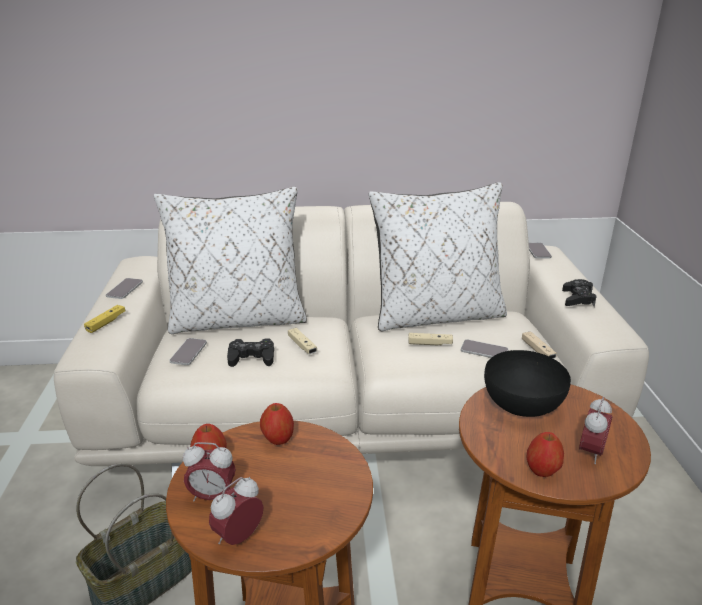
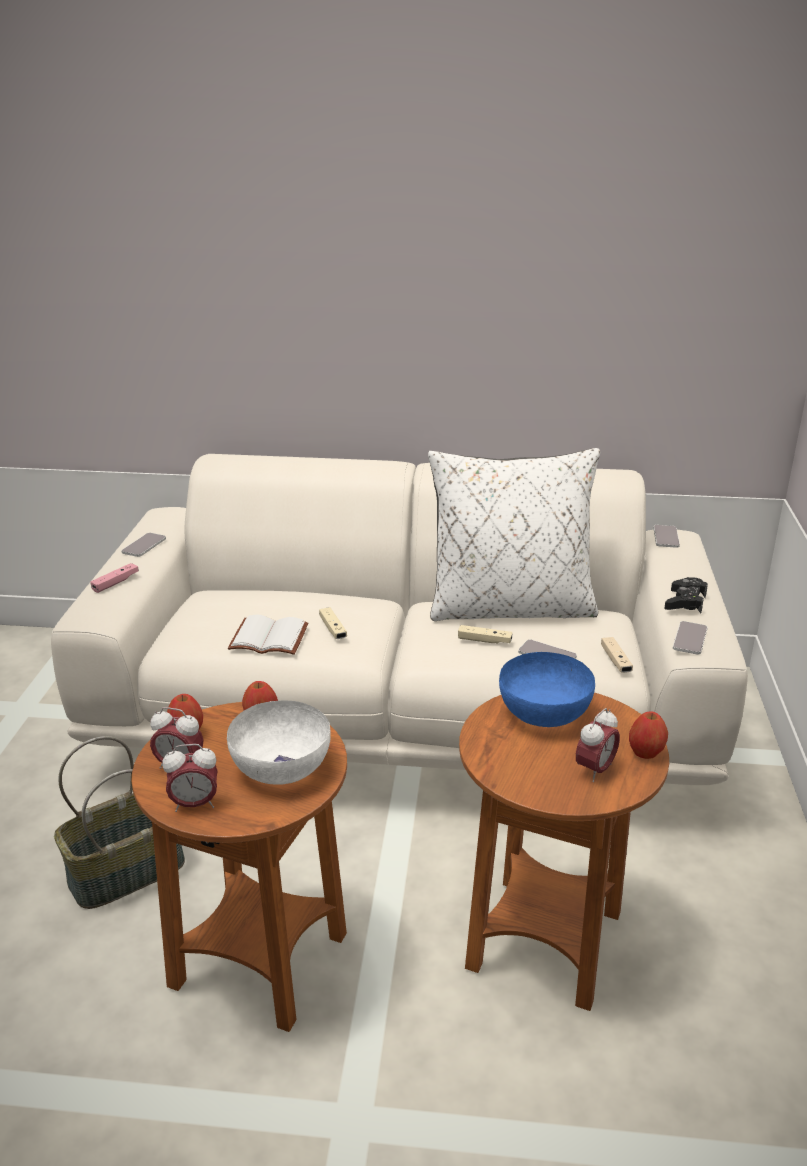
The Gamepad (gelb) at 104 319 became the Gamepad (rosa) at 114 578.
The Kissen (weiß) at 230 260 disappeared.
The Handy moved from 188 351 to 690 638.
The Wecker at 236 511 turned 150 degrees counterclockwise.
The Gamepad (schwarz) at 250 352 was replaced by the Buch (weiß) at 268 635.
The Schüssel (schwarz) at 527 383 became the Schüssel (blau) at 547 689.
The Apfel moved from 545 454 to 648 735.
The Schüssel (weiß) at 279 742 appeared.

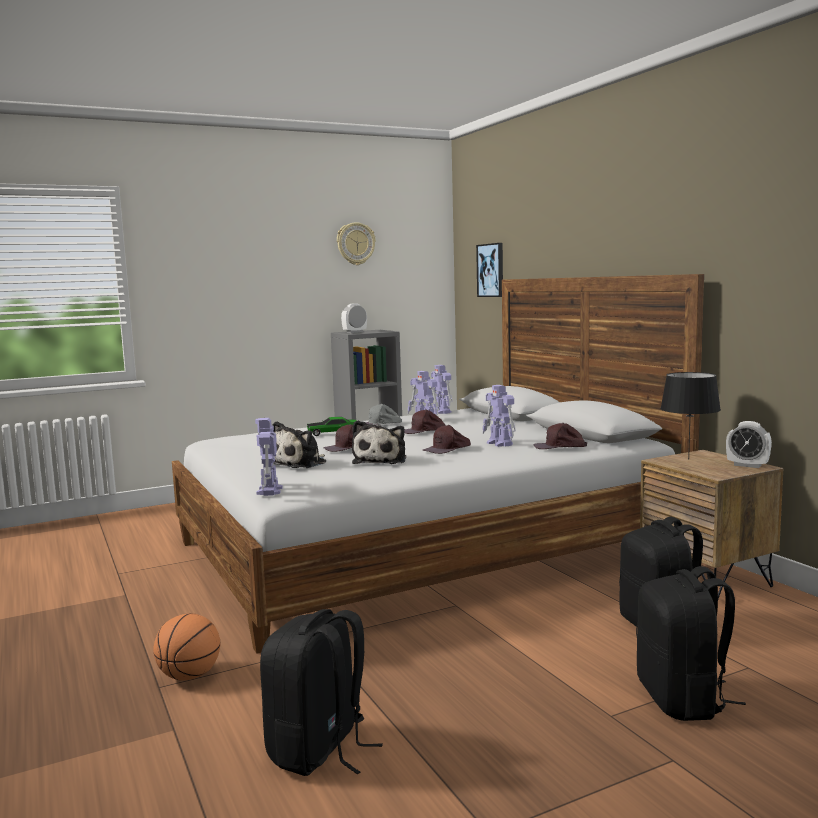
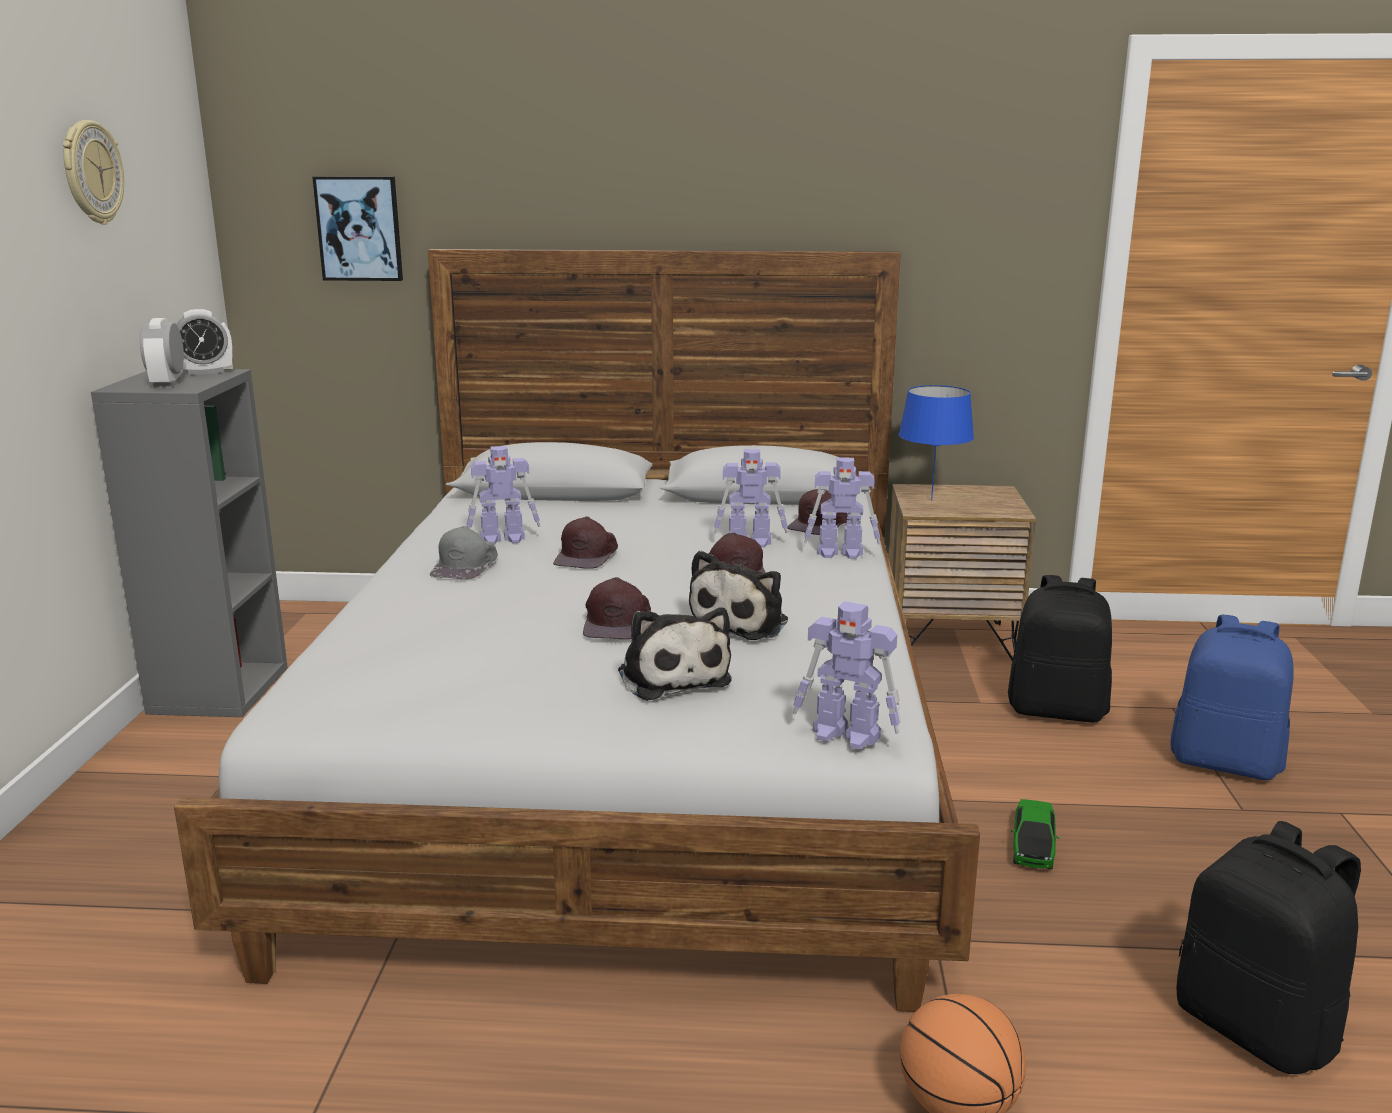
The Spielzeugauto moved from 331 426 to 1035 834.
The Plüschtier at 379 442 turned 75 degrees clockwise.
The Spielzeugroboter moved from 440 389 to 842 508.
The Rucksack (schwarz) at 691 643 became the Rucksack (blau) at 1232 697.
The Tischlampe (schwarz) at 690 416 became the Tischlampe (blau) at 936 443.
The Wecker moved from 749 444 to 204 342.

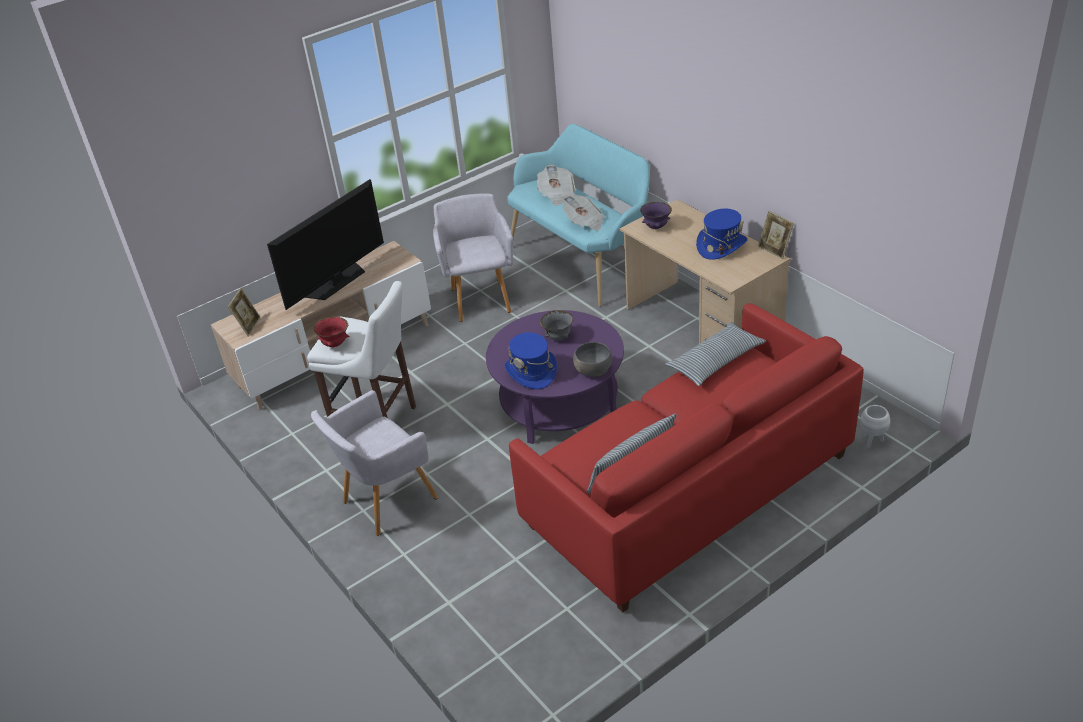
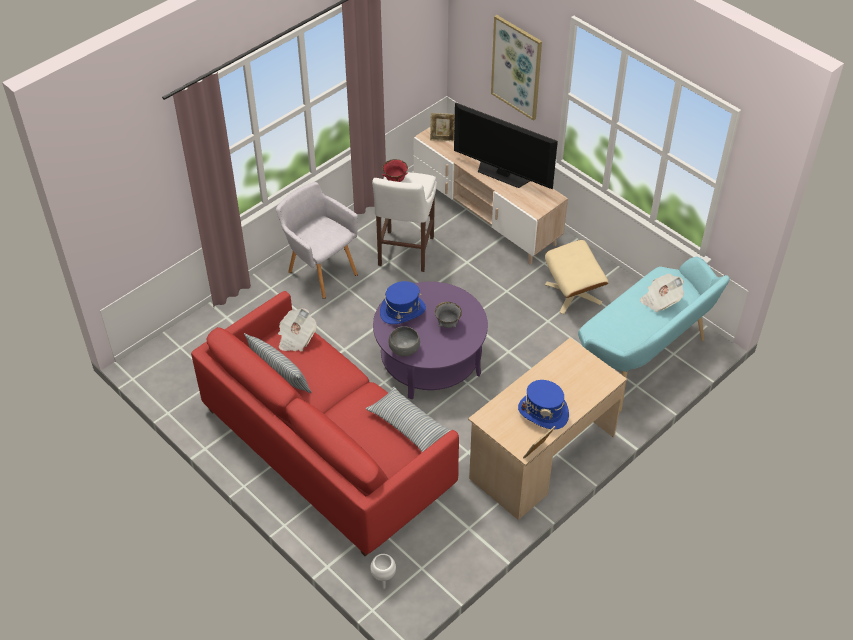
The Sessel (grau) at 473 258 was replaced by the Polsterhocker (beige) at 576 277.
The Zeitung moved from 584 213 to 297 330.
The Schüssel (lila) at 656 215 disappeared.
The Bild at 516 68 appeared.

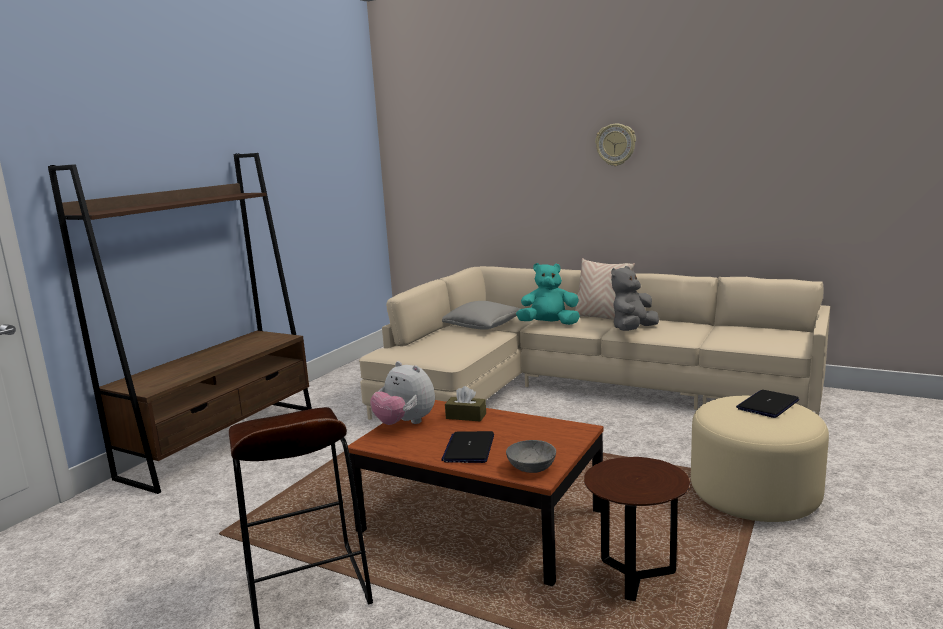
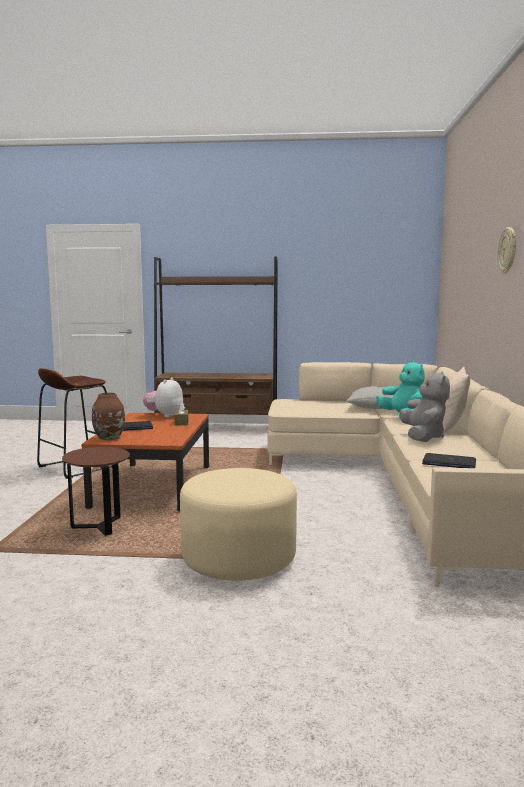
The Schüssel (grau) at 531 456 was replaced by the Vase (braun) at 108 417.
The Plüschtier (grau) at 635 298 turned 75 degrees clockwise.
The Laptop moved from 767 404 to 449 460.

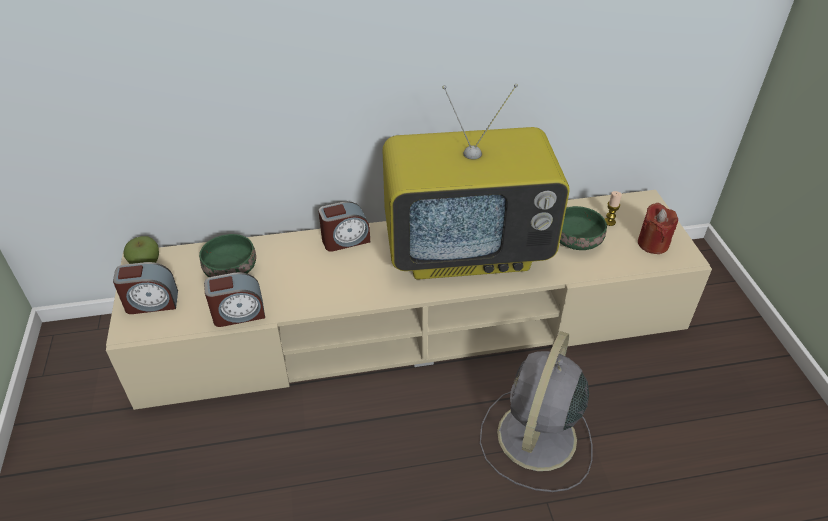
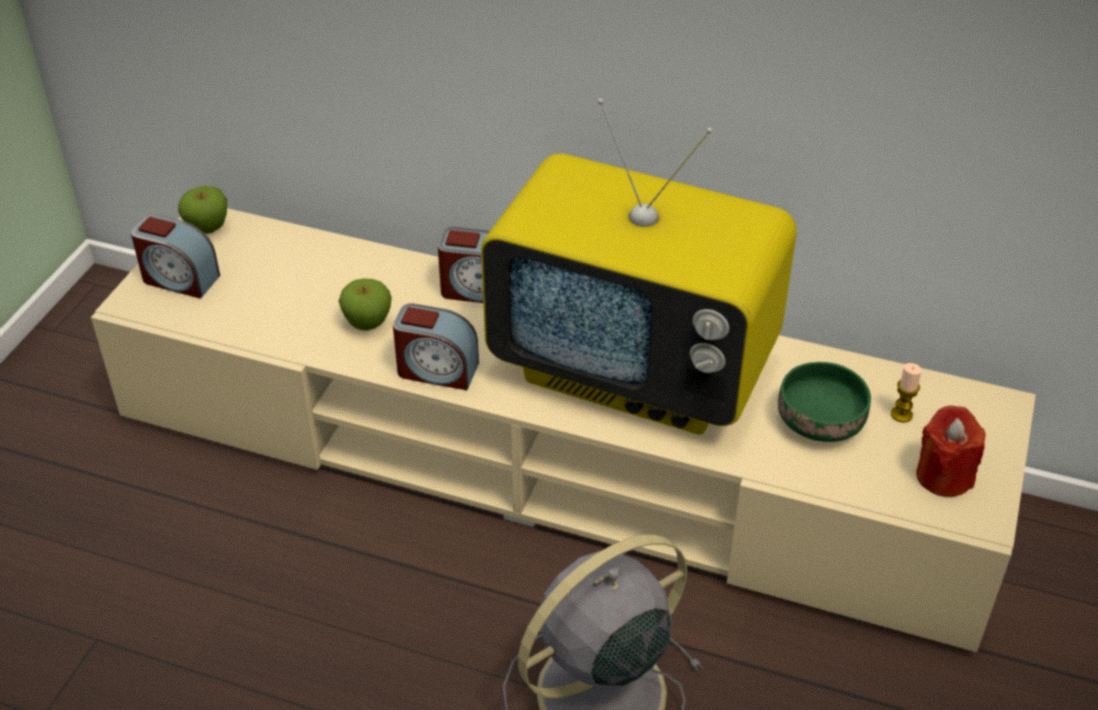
The Schüssel (grün) at 227 255 disappeared.
The Wecker moved from 234 299 to 436 346.
The Apfel at 365 304 appeared.

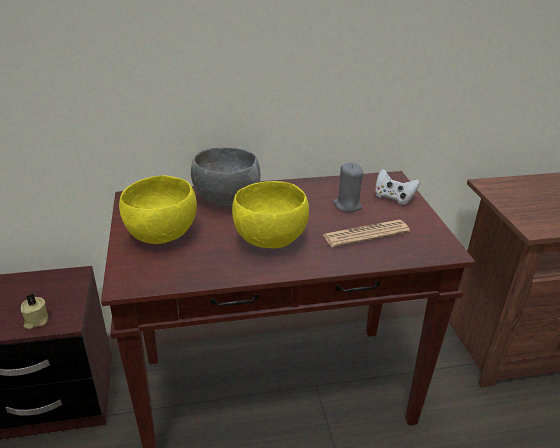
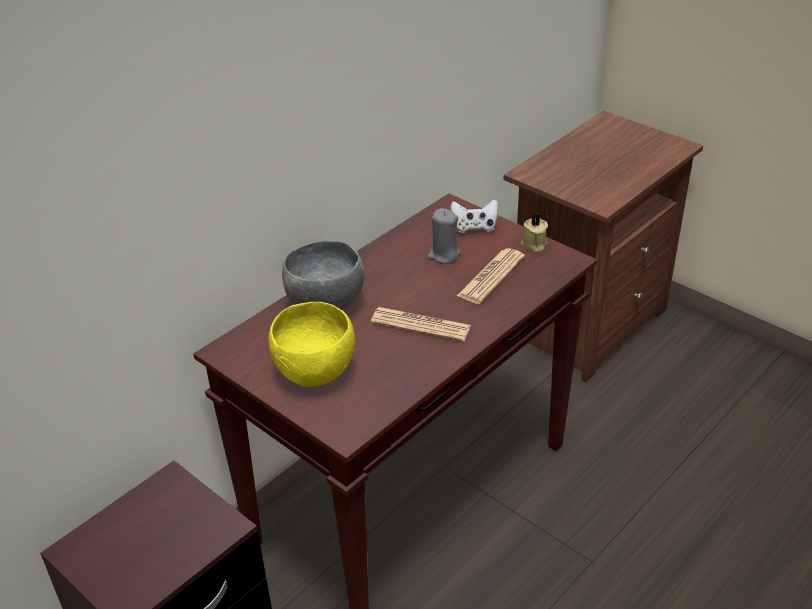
The Kerze (beige) moved from 34 311 to 534 232.
The Schüssel (gelb) at 270 215 was replaced by the Zeitung at 421 324.

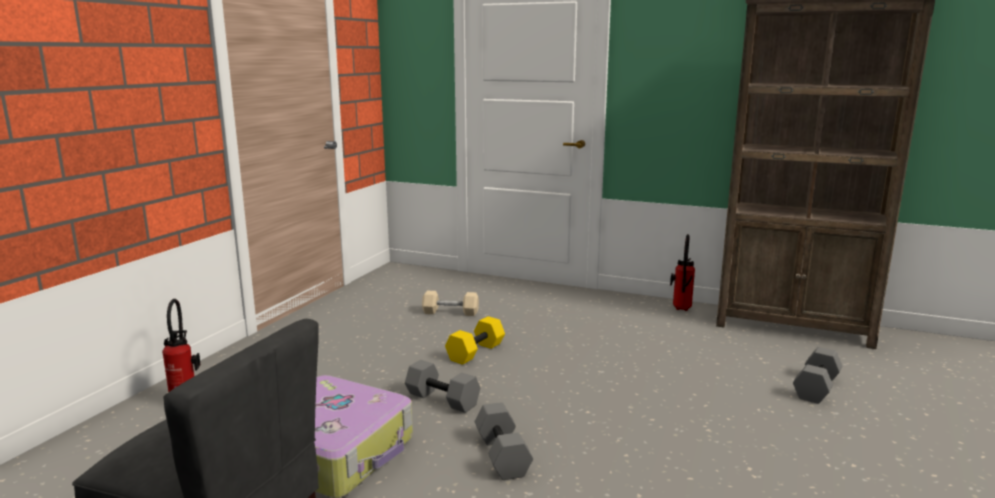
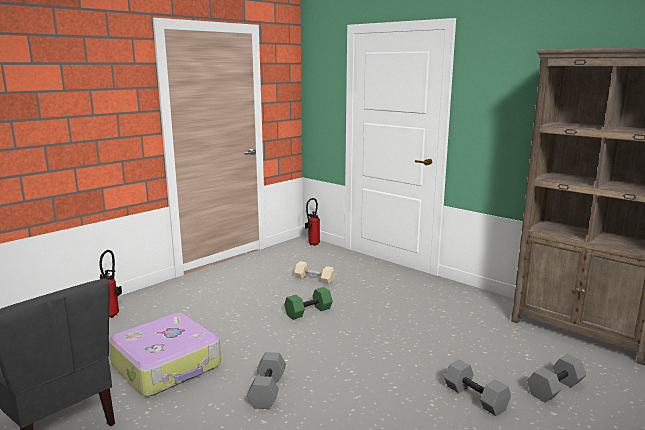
The Hantel (grau) moved from 442 386 to 477 388.
The Hantel (gelb) at 475 340 became the Hantel (grün) at 308 303.
The Feuerlöscher moved from 682 272 to 312 222.

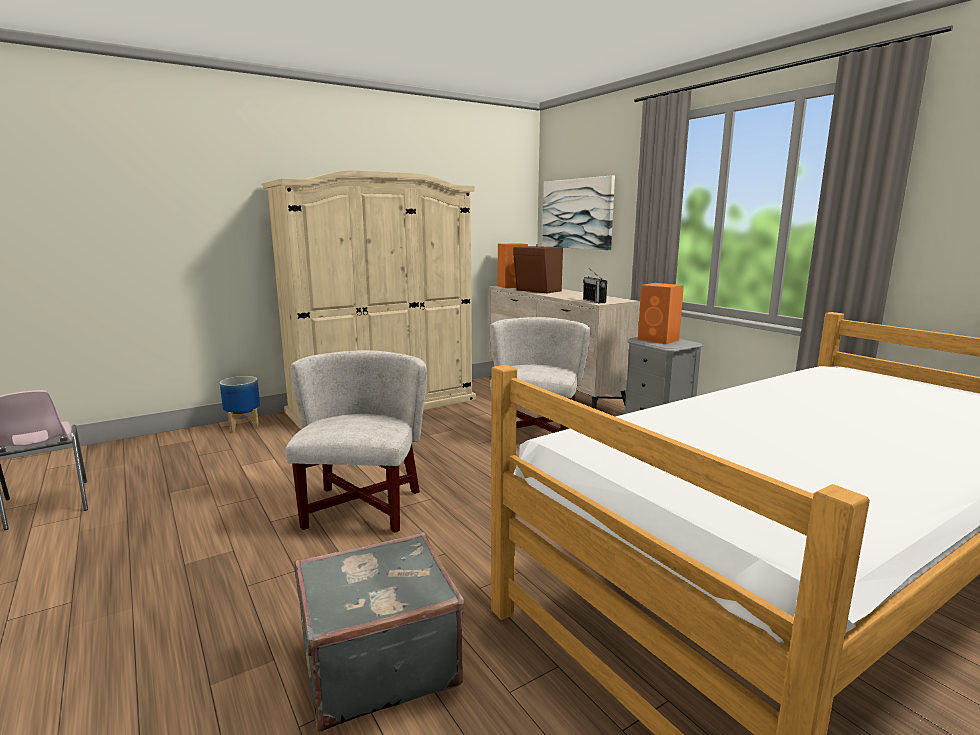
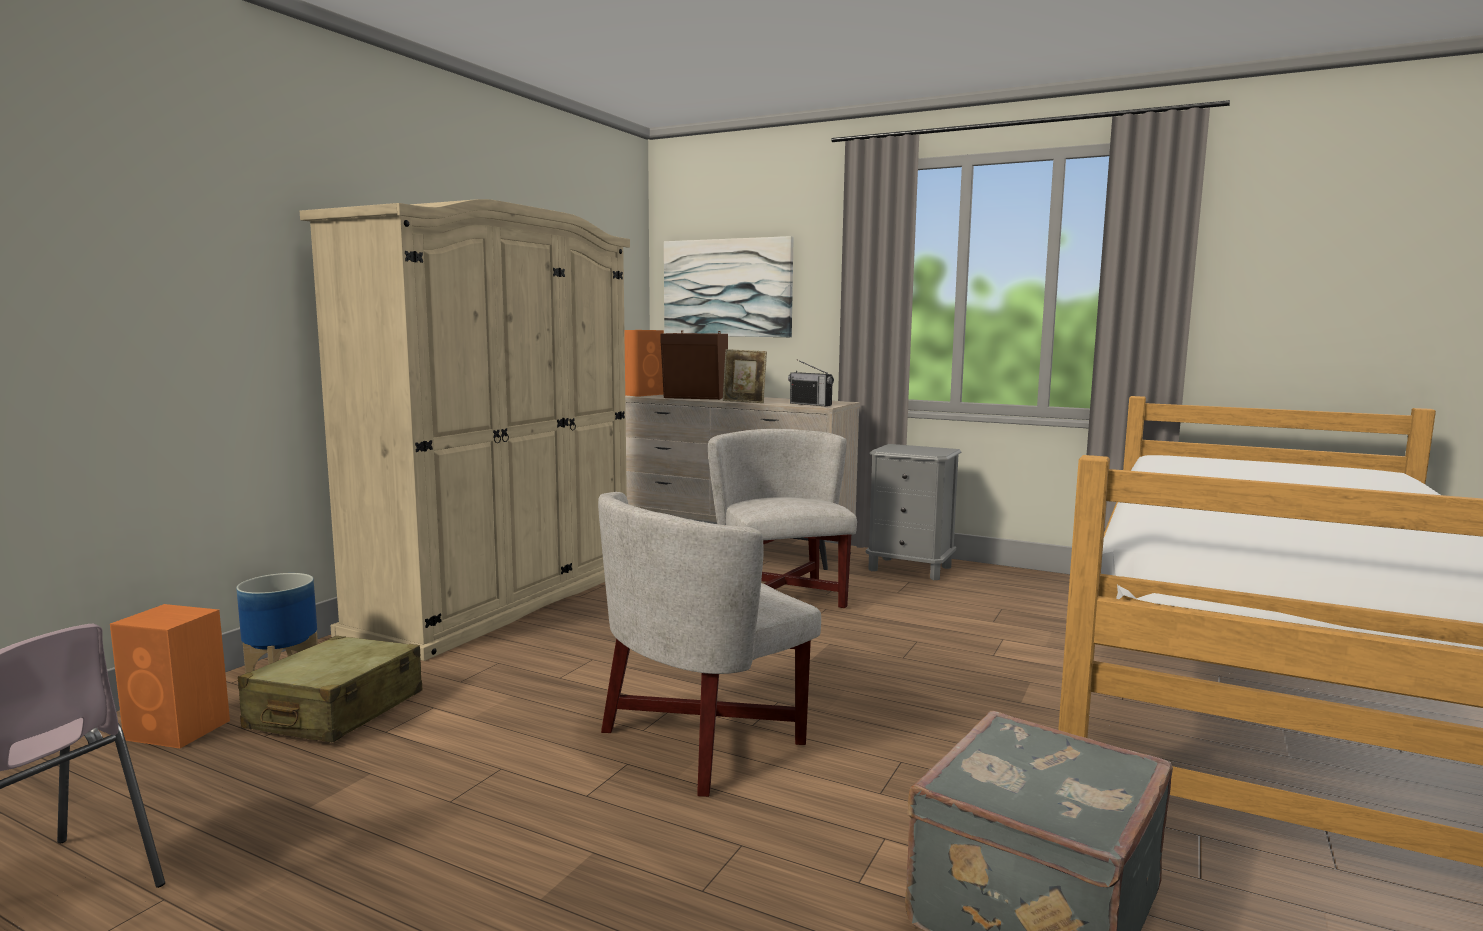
The Sessel (weiß) at 356 441 turned 105 degrees counterclockwise.
The Lautsprecher (orange) moved from 661 313 to 170 676.
The Koffer (beige) at 330 689 appeared.
The Bilderrahmen at 745 376 appeared.

